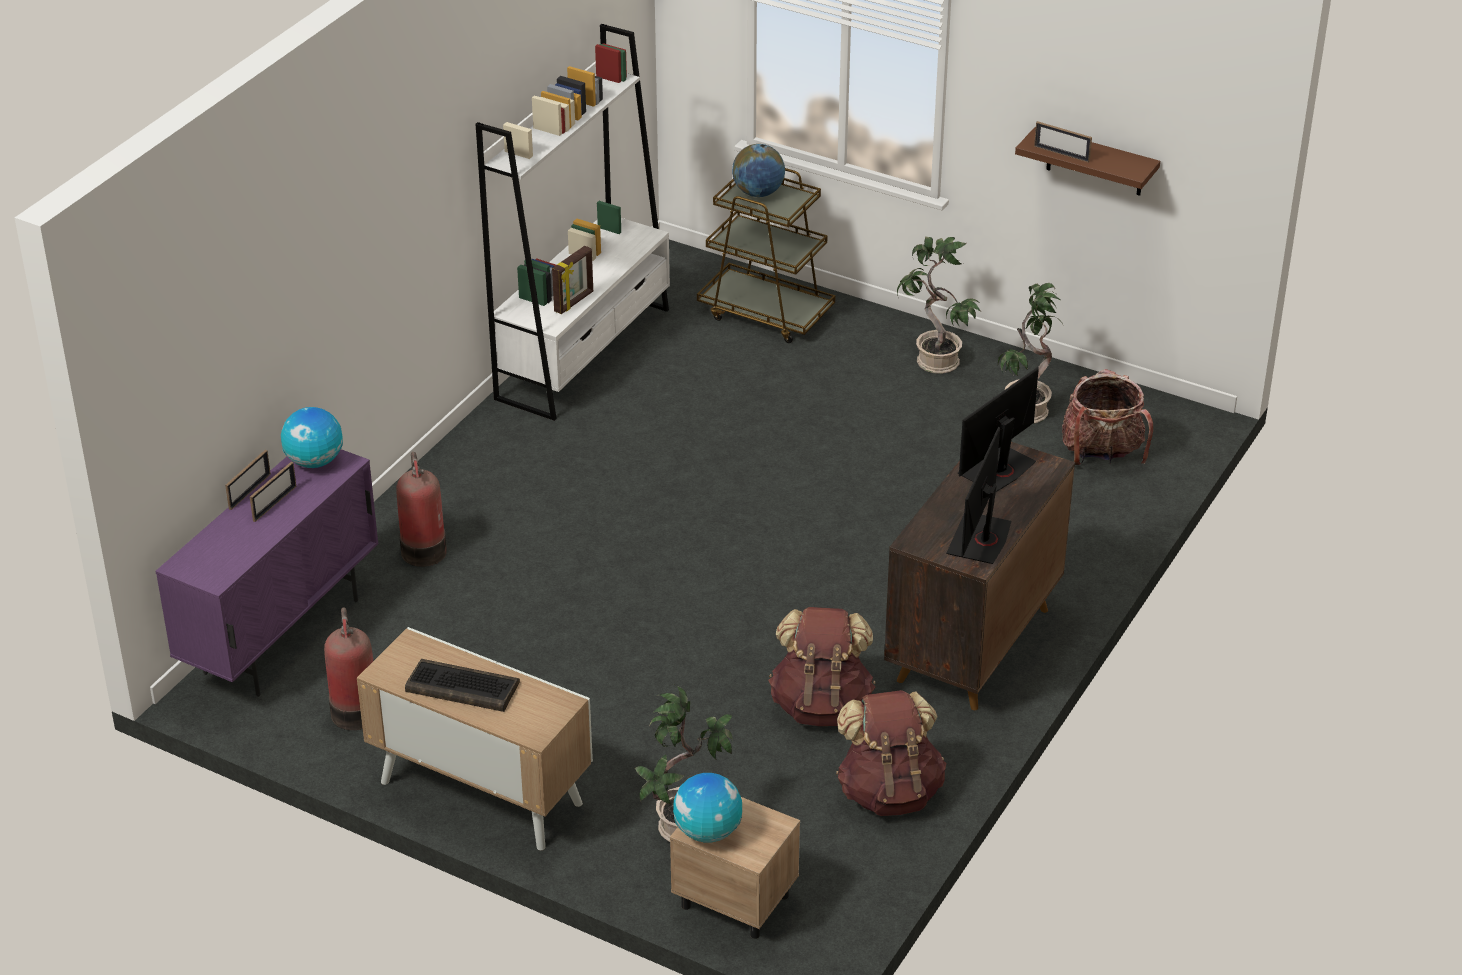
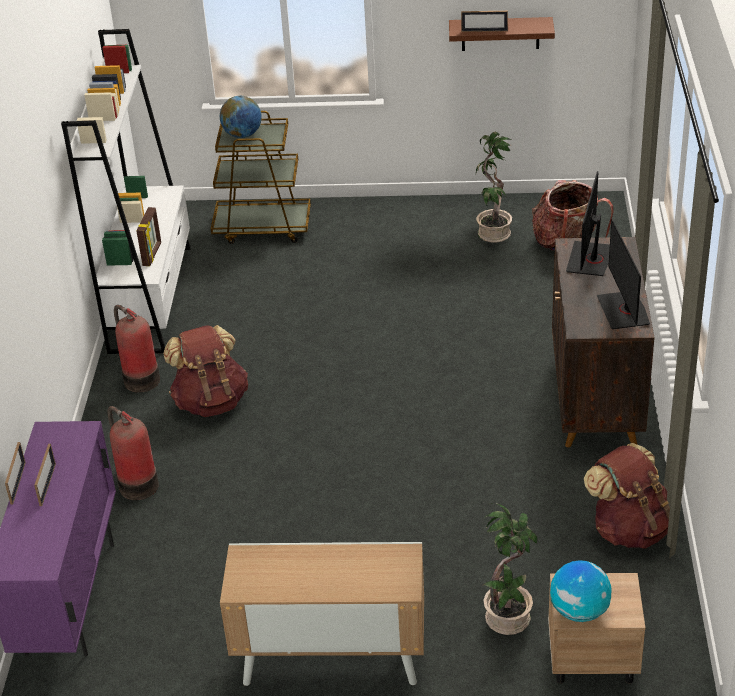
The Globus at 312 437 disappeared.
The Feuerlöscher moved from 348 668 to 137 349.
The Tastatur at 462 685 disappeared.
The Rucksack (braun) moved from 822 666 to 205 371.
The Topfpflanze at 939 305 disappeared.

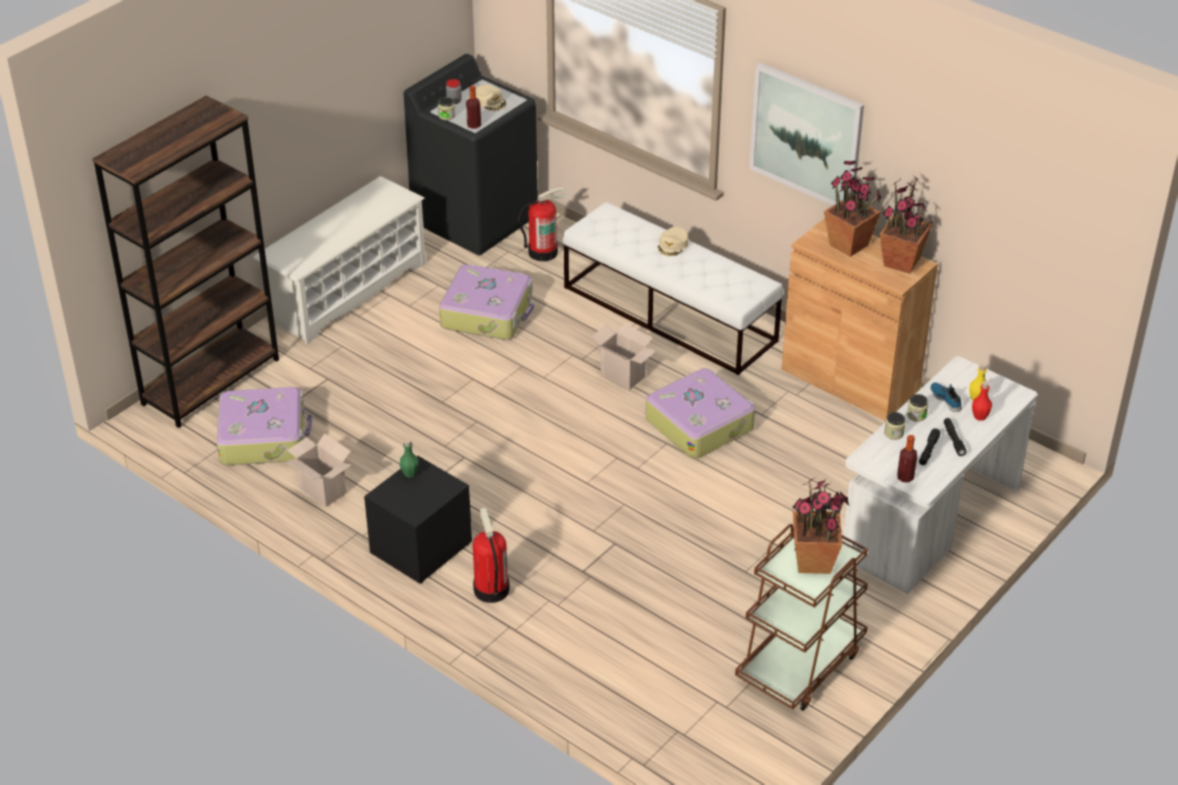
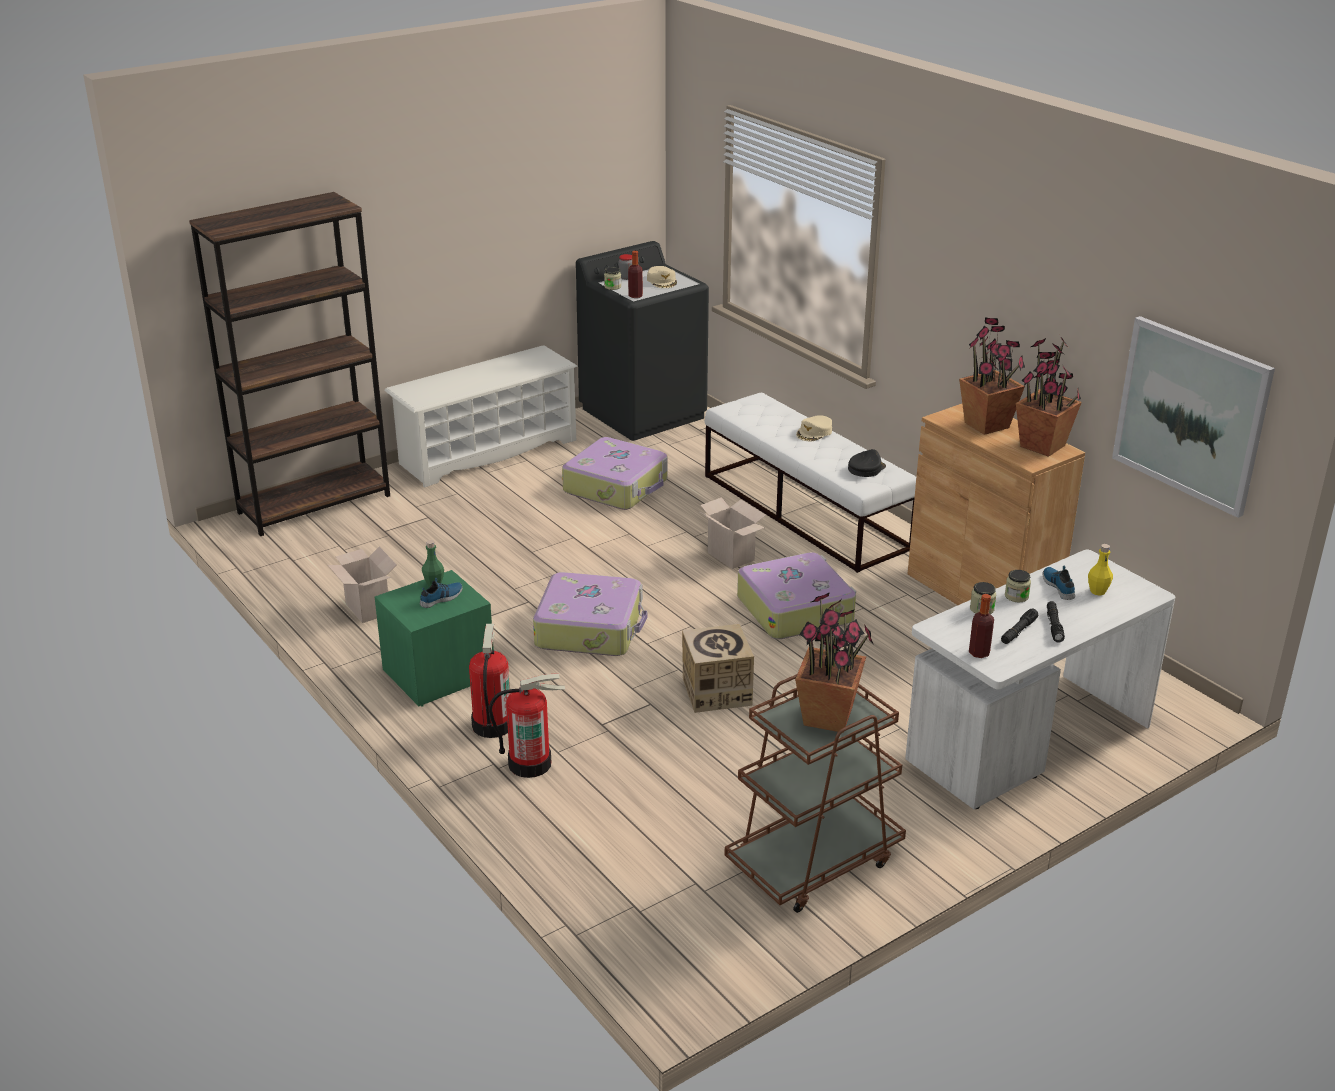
The Koffer moved from 264 426 to 590 614.
The Nachttisch (schwarz) at 418 520 became the Nachttisch (grün) at 434 638.
The Feuerlöscher moved from 543 224 to 527 726.
The Bild moved from 806 134 to 1193 417.
The Flasche (rot) at 982 401 disappeared.
The Schuh at 441 593 appeared.
The Karton at 718 668 appeared.
The Kappe (schwarz) at 867 463 appeared.

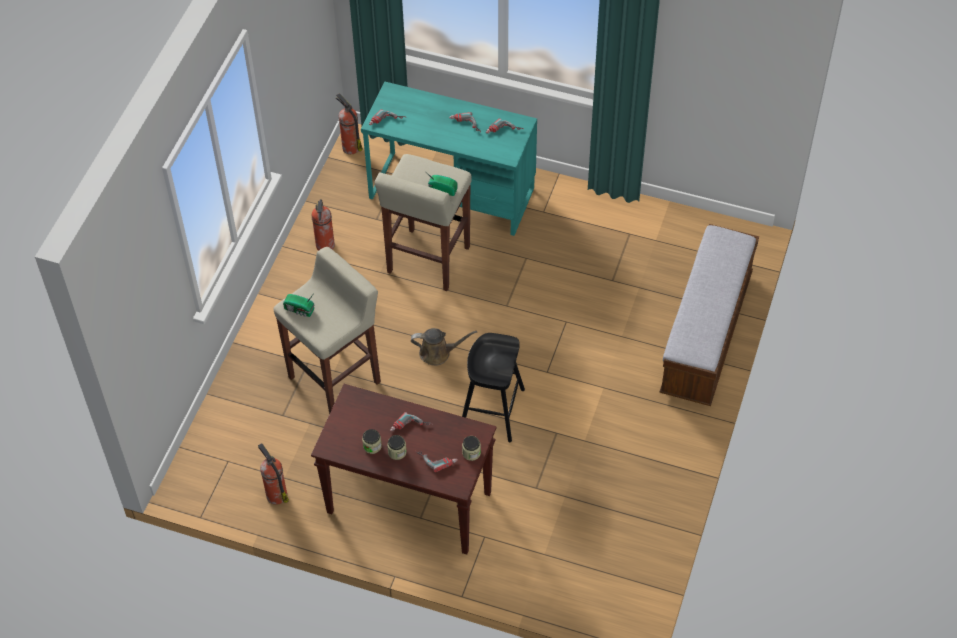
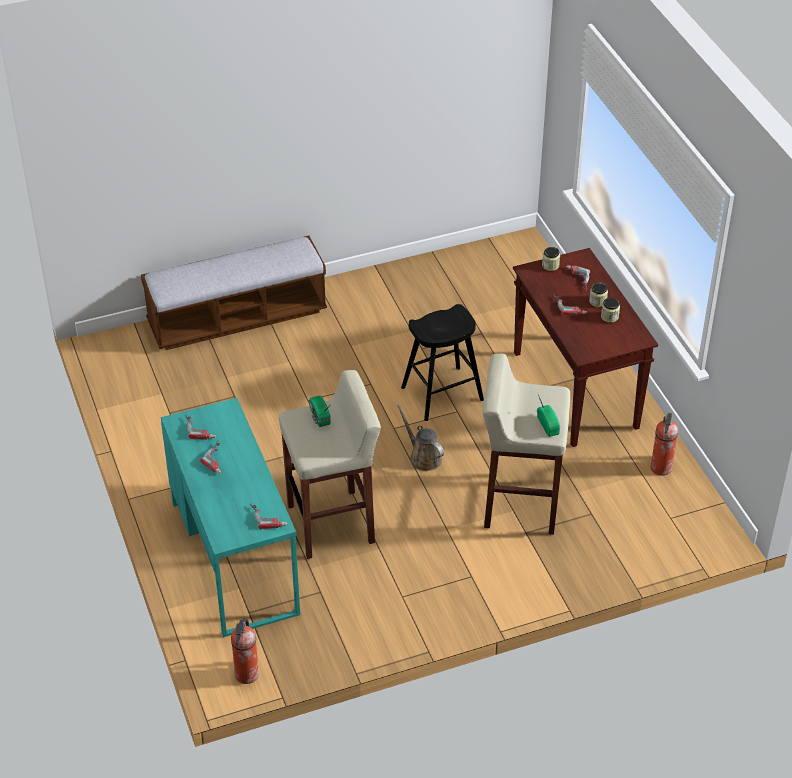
The Feuerlöscher at 323 225 disappeared.

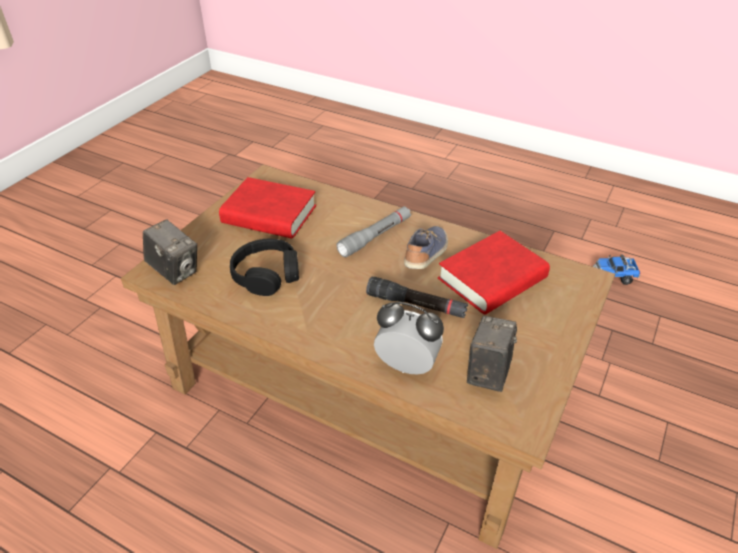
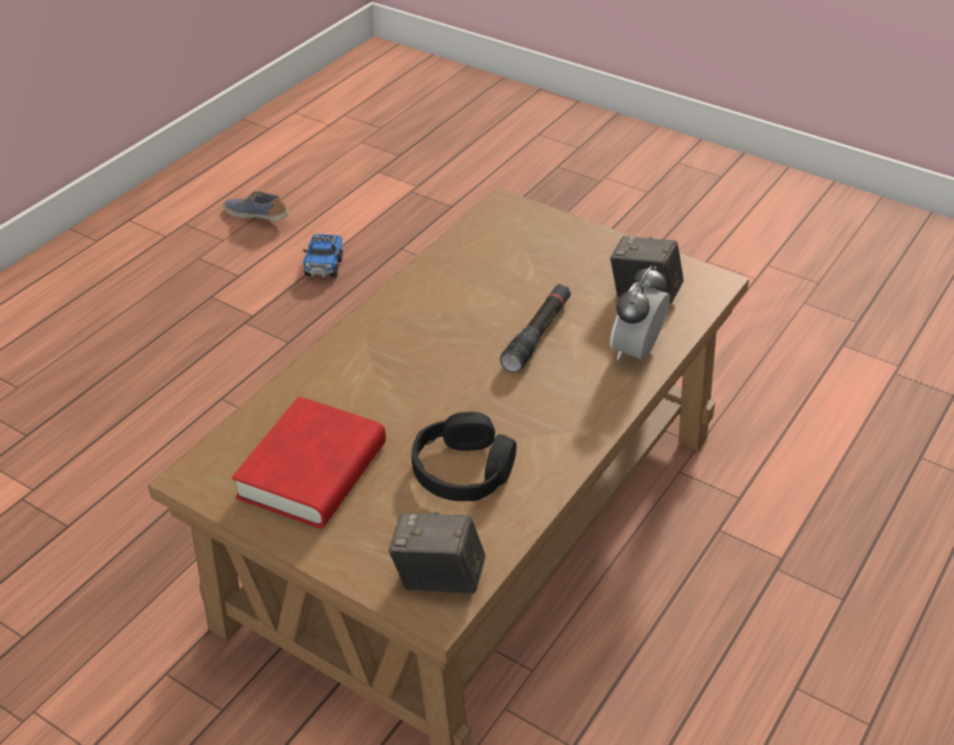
The Kamera at 170 252 turned 120 degrees counterclockwise.
The Taschenlampe (grau) at 373 231 disappeared.
The Schuh moved from 426 247 to 256 206.
The Buch (rot) at 494 273 disappeared.

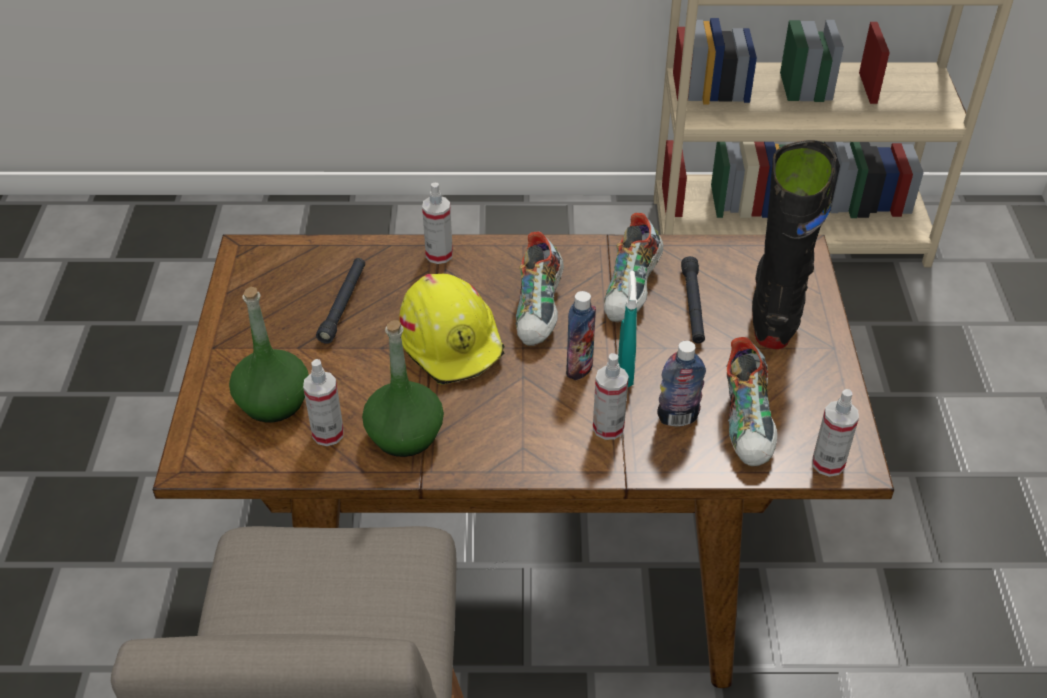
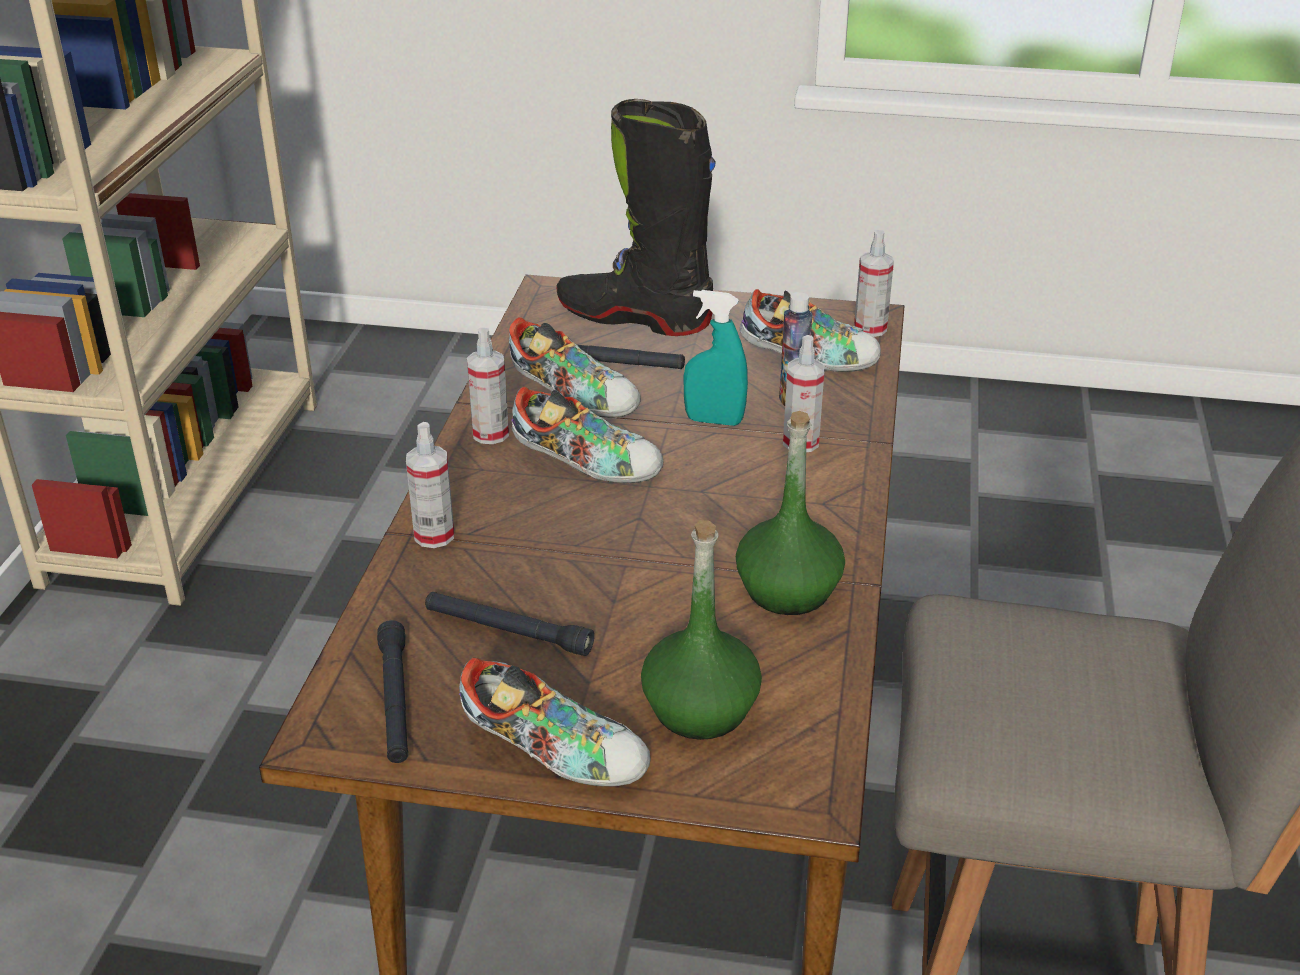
The Sprühflasche moved from 323 402 to 488 386.
The Schutzhelm (gelb) at 452 329 disappeared.
The Flasche at 581 335 disappeared.
The Taschenlampe (schwarz) at 392 691 appeared.
The Schuh at 555 722 appeared.

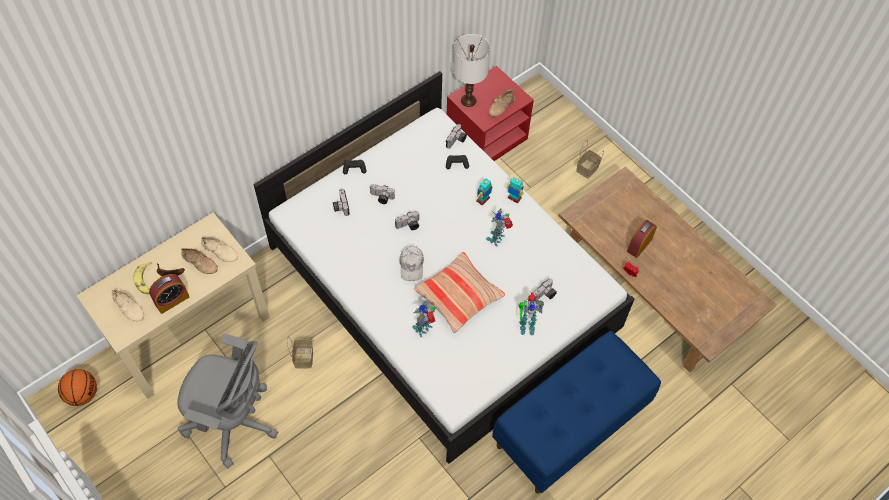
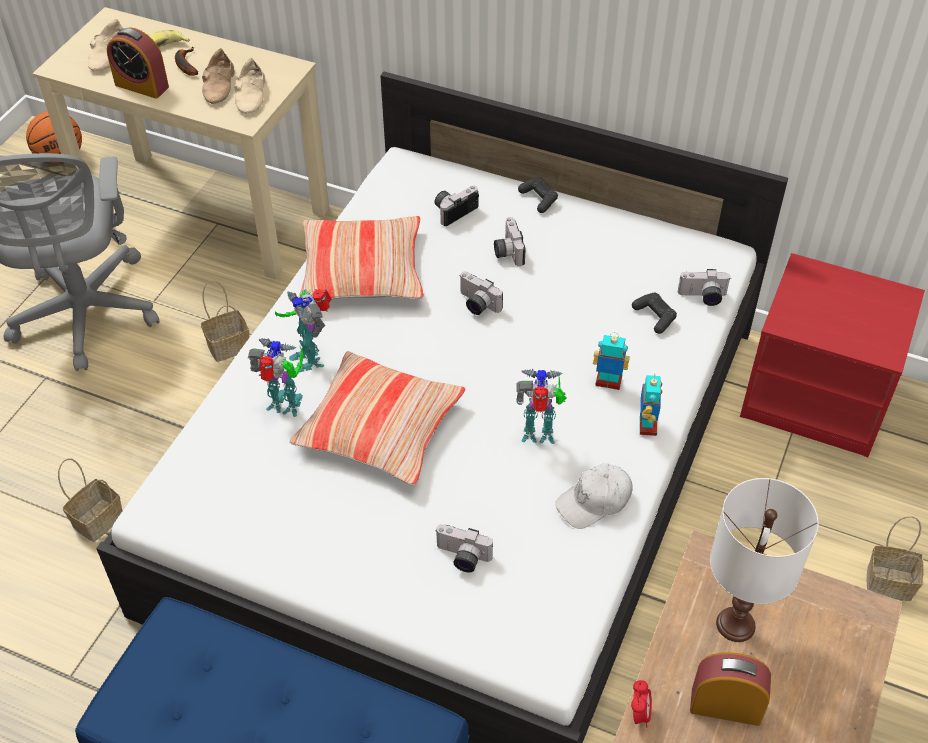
The Kappe (weiß) moved from 411 263 to 594 496.
The Tischlampe (weiß) moved from 471 70 to 764 560.
The Schuh (beige) at 502 103 disappeared.
The Spielzeugroboter moved from 531 313 to 303 330.
The Korb at 90 500 appeared.
The Kissen at 361 257 appeared.

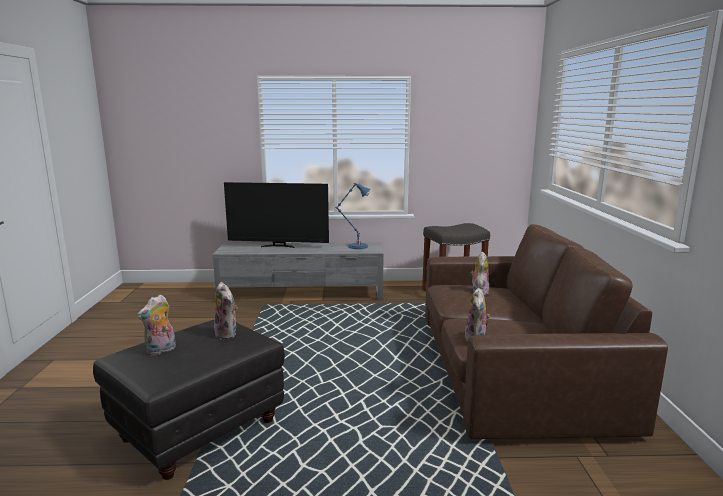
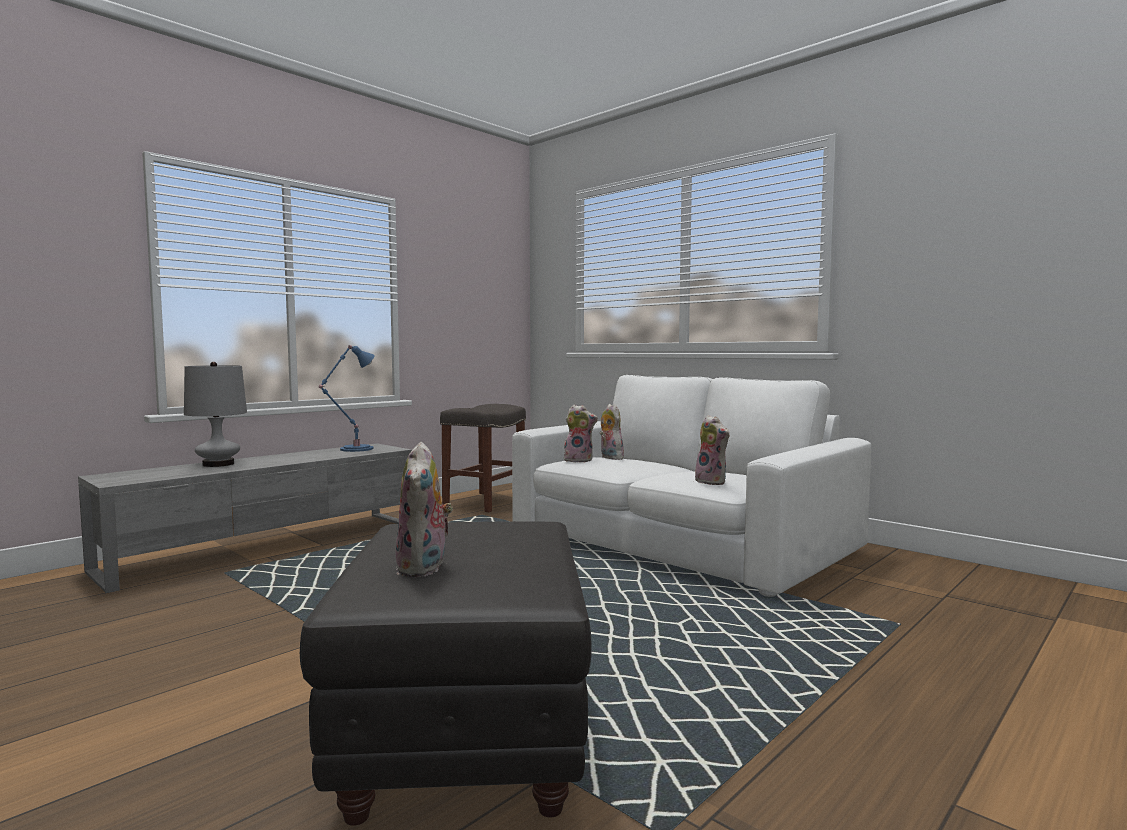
The Plüschtier moved from 226 310 to 581 433.
The Fernseher at 276 215 was replaced by the Tischlampe (grau) at 215 414.
The Sofa (braun) at 546 332 became the Sofa (weiß) at 691 486.

